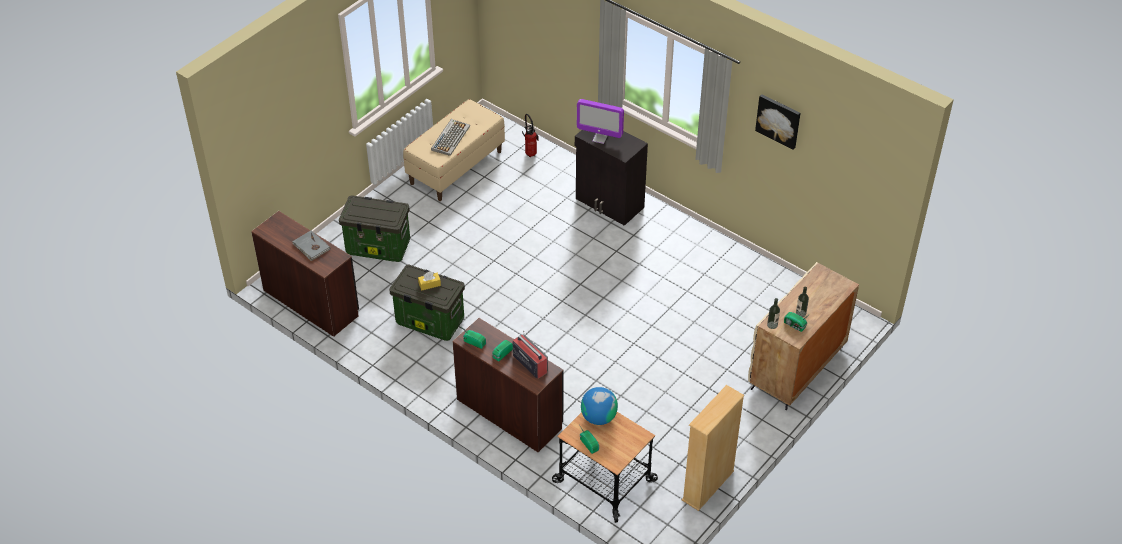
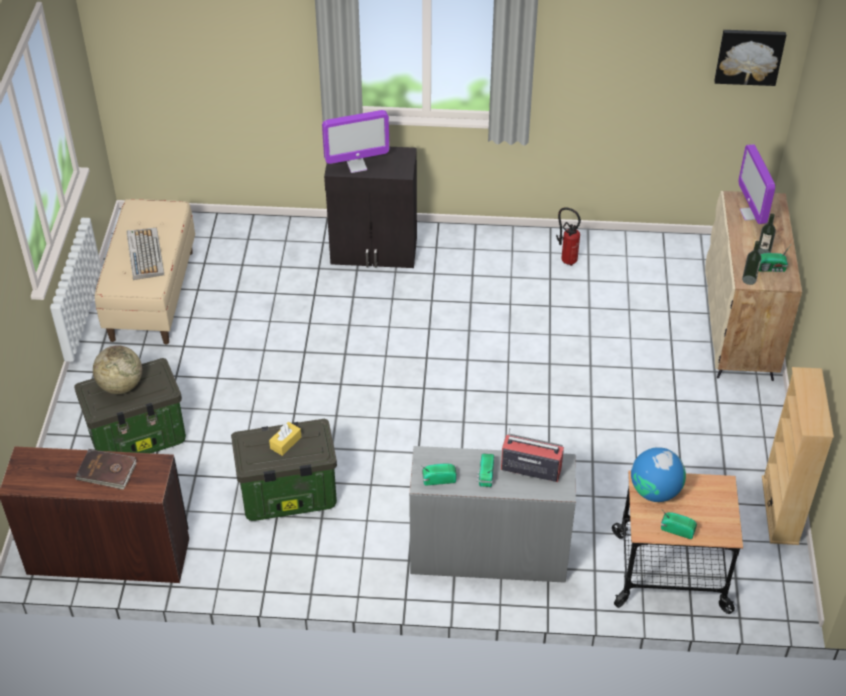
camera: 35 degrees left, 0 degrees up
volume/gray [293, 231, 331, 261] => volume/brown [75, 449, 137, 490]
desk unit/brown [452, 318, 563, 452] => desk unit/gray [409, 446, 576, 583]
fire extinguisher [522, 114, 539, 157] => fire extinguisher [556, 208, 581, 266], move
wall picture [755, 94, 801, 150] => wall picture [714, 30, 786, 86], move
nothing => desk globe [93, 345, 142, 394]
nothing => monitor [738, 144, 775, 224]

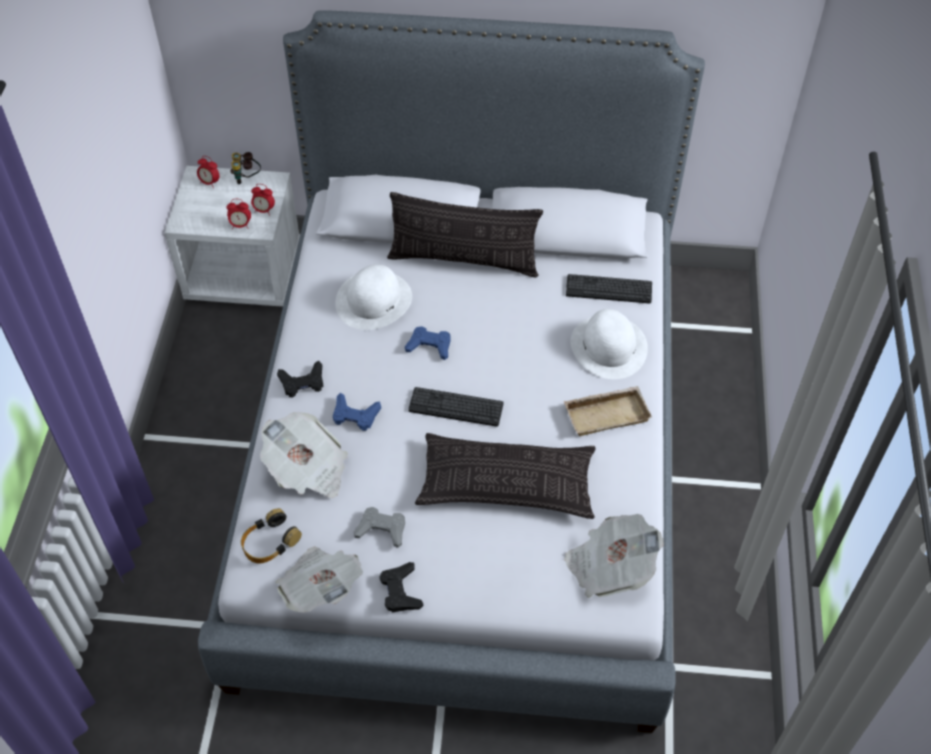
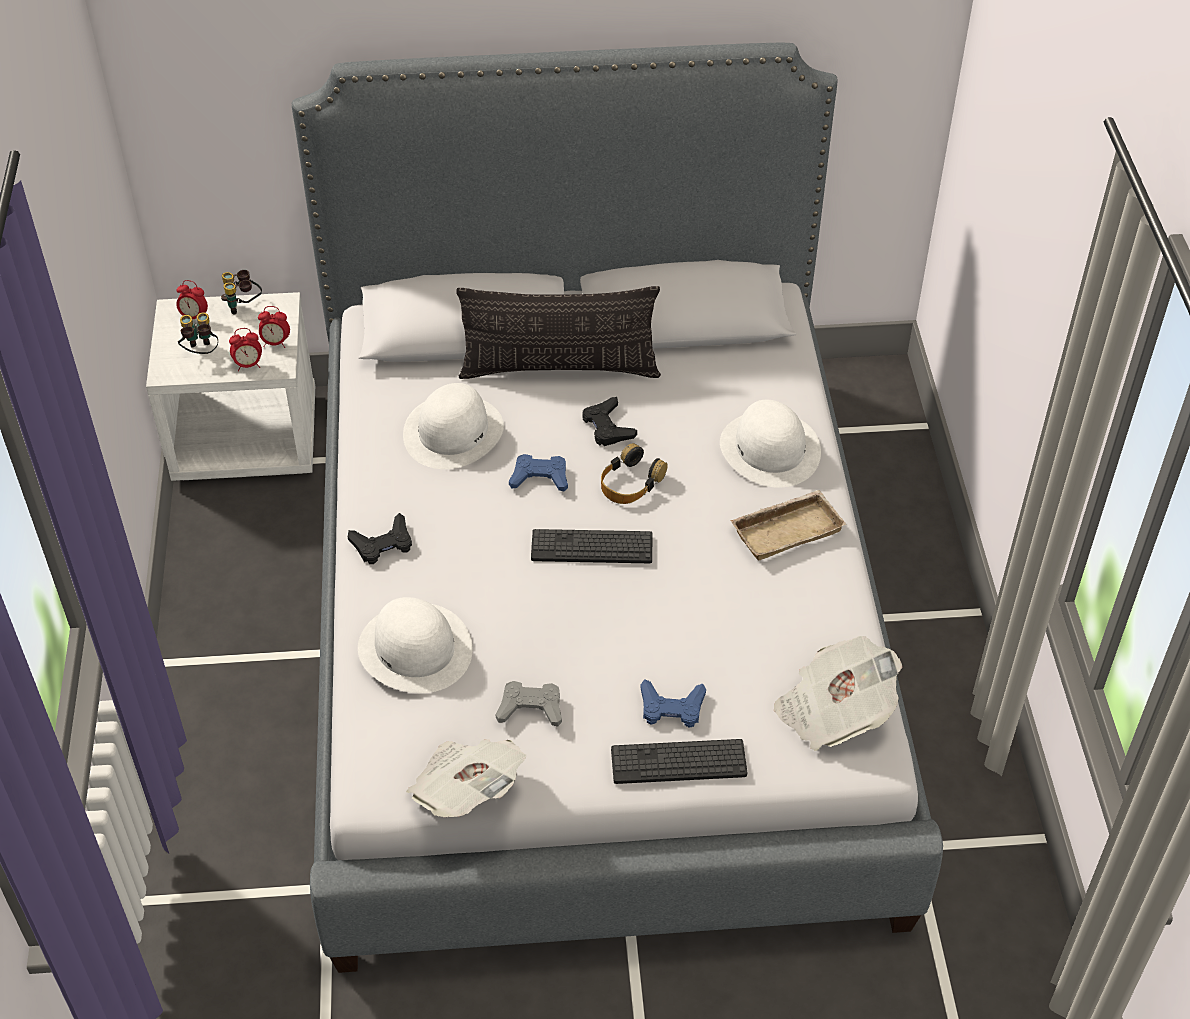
camera: 10 degrees left, 5 degrees down
headphones [241, 508, 302, 564] => headphones [601, 443, 668, 504], move
newspaper [260, 412, 348, 498] => hat/white-coloured [358, 597, 473, 693]
game controller/blue-coloured [333, 393, 381, 431] => game controller/blue-coloured [640, 679, 706, 728], move
game controller/blackish [379, 562, 423, 612] => game controller/blackish [582, 397, 637, 446], move
throw pillow [415, 433, 596, 519] => nothing
computer keyboard [566, 274, 652, 304] => computer keyboard [611, 739, 747, 784], move
nothing => field glasses [178, 312, 218, 354]

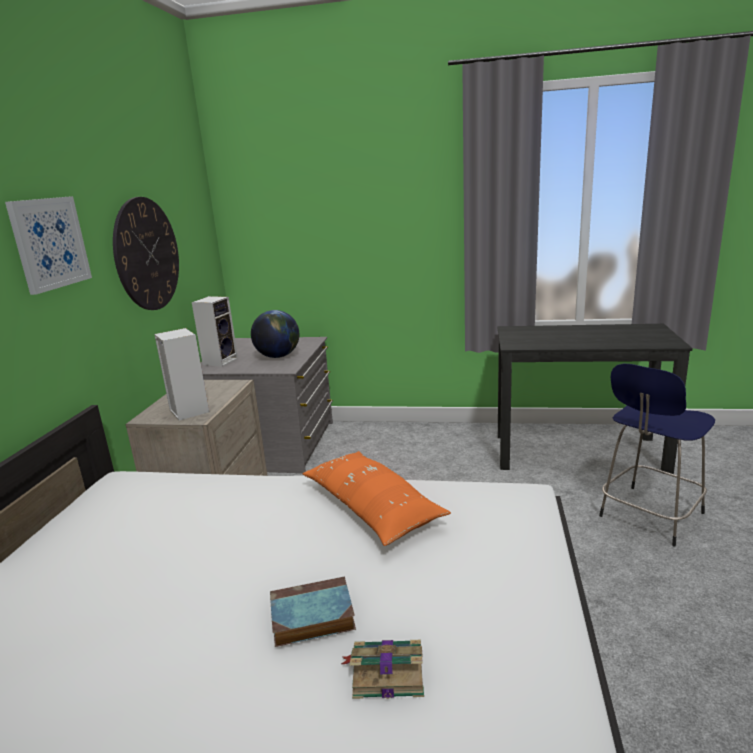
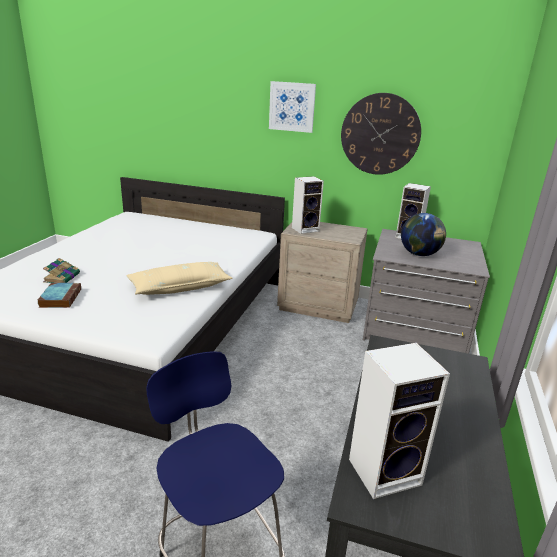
camera: 95 degrees right, 5 degrees up
volume [270, 577, 356, 647] => volume [38, 283, 81, 308], move
throw pillow/orange-coloured [302, 451, 451, 546] => throw pillow/beige [126, 262, 233, 295]
nothing => audio speaker [349, 343, 450, 499]

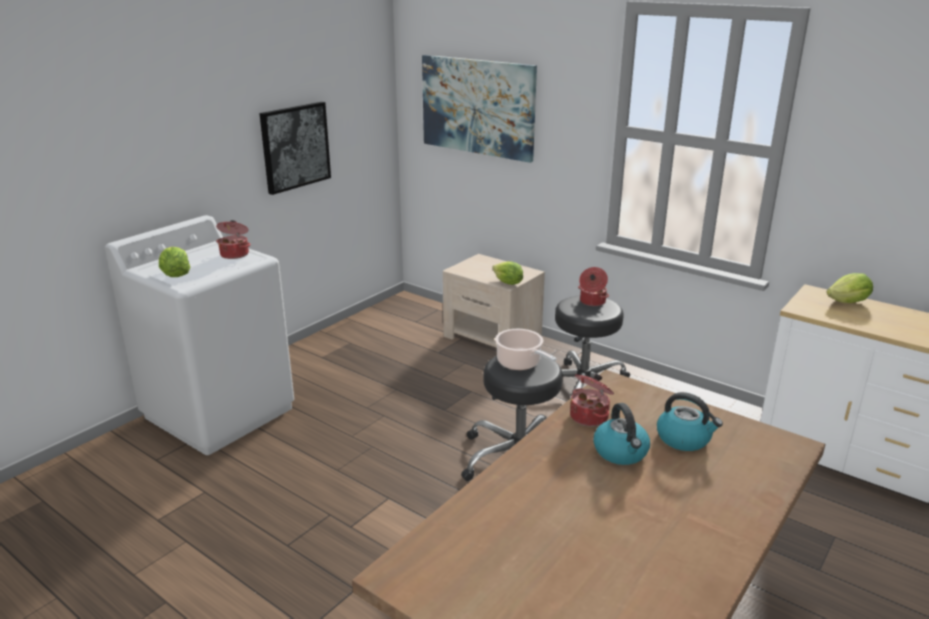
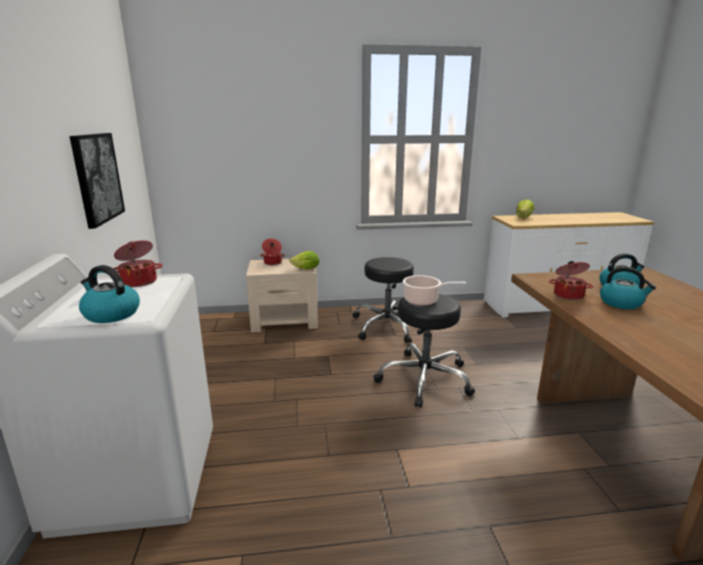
camera: 45 degrees left, 5 degrees down
lettuce [159, 247, 190, 277] => tea kettle [79, 265, 140, 323]
wall picture [422, 55, 537, 163] => nothing
cooking pot [578, 267, 609, 306] => cooking pot [260, 238, 285, 265], move

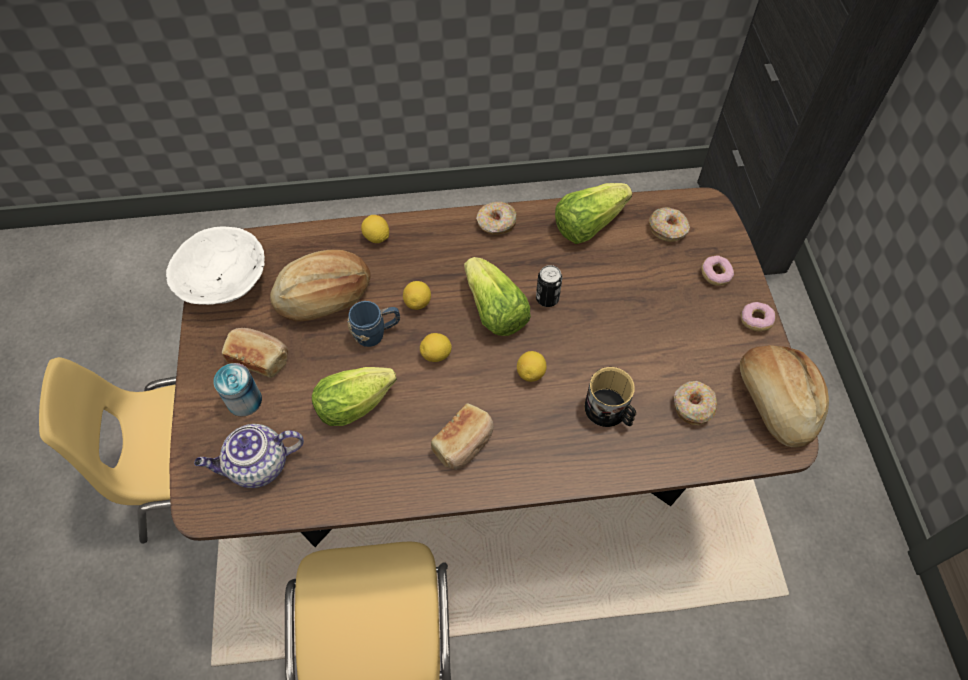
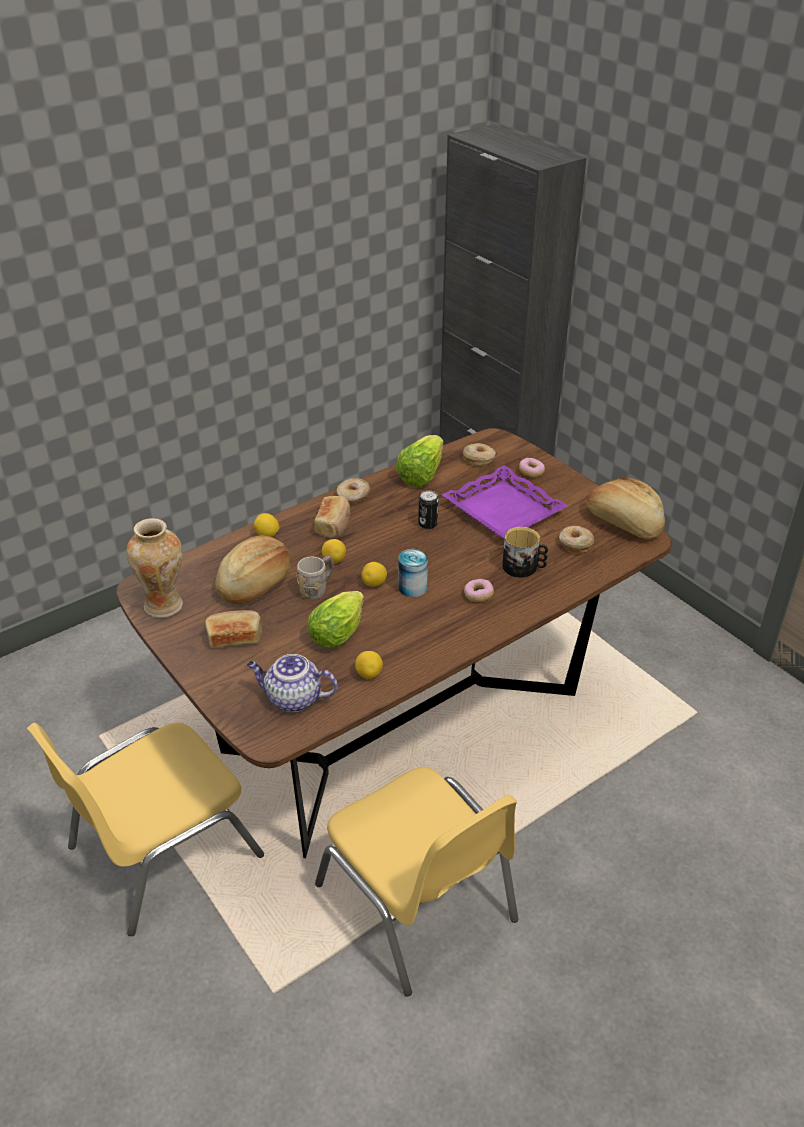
camera: 30 degrees left, 20 degrees down
bowl/white-coloured [166, 226, 265, 305] => vase [126, 518, 183, 618]
teapot [194, 424, 304, 488] => teapot [247, 654, 338, 712], 60 degrees clockwise
can [213, 363, 262, 417] => can [398, 549, 428, 597], move
tea mug/blue-coloured [348, 301, 400, 347] => tea mug/gray [297, 556, 334, 599]
bakery bread [431, 403, 494, 470] => bakery bread [314, 496, 350, 538], move
lettuce [464, 257, 531, 336] => nothing
citrus fruit [517, 351, 547, 382] => citrus fruit [355, 651, 383, 679], move
donut [741, 302, 775, 332] => donut [464, 579, 494, 602], move
nothing => tray/purple [442, 465, 568, 539]

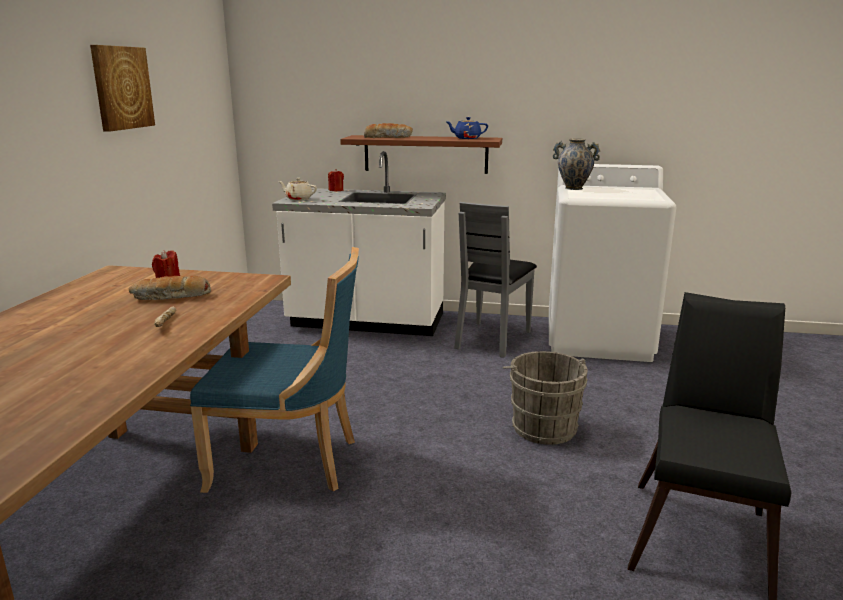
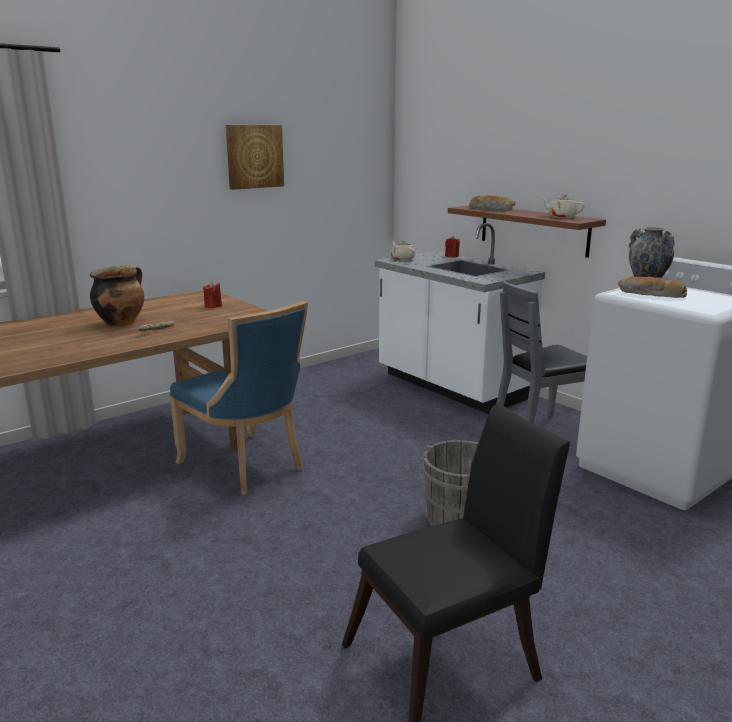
camera: 40 degrees right, 0 degrees up
bakery bread [129, 276, 211, 300] => bakery bread [618, 276, 687, 298], move
teapot/blue-coloured [446, 117, 488, 139] => teapot/beige [542, 194, 585, 218]
nothing => cooking pot [90, 265, 144, 327]

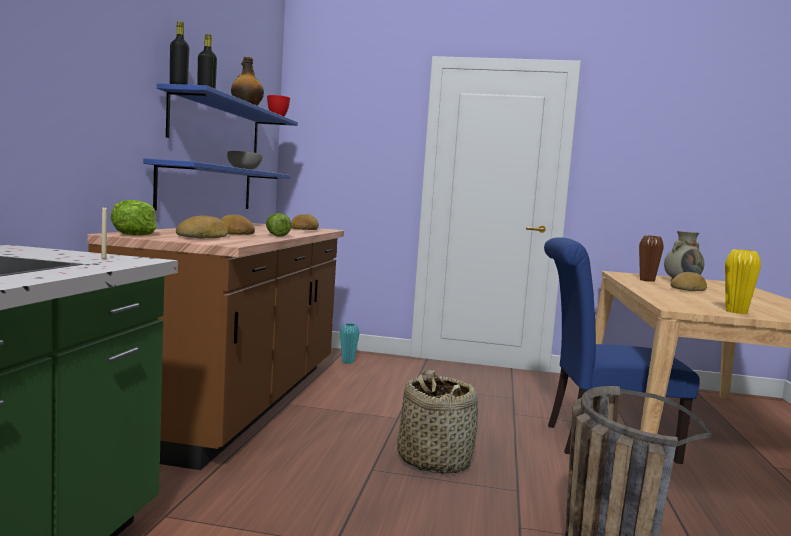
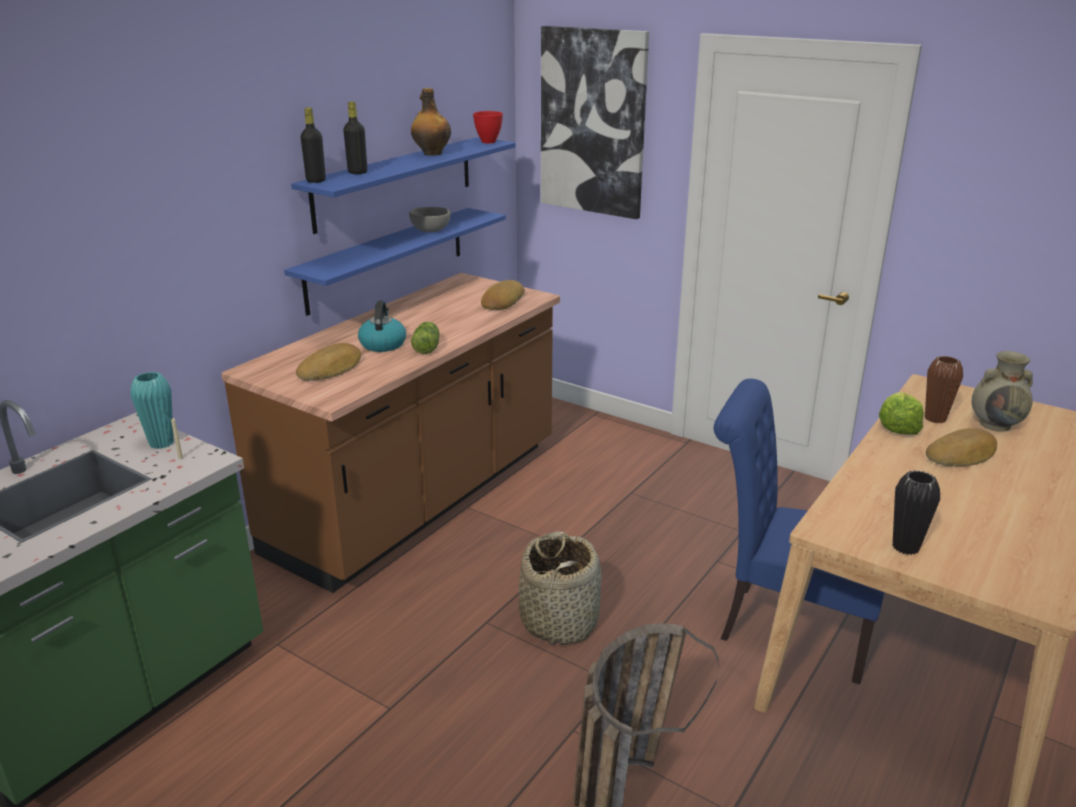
camera: 25 degrees right, 20 degrees up
lettuce [110, 200, 157, 235] => lettuce [879, 392, 924, 434], move
bakery bread [220, 214, 255, 235] => tea kettle [358, 301, 406, 352]
vase/blue-green [340, 323, 359, 364] => vase/blue-green [130, 372, 174, 449], move
vase/yellow [725, 249, 761, 314] => vase/blackish [893, 470, 940, 555]
nothing => wall picture [541, 26, 649, 219]

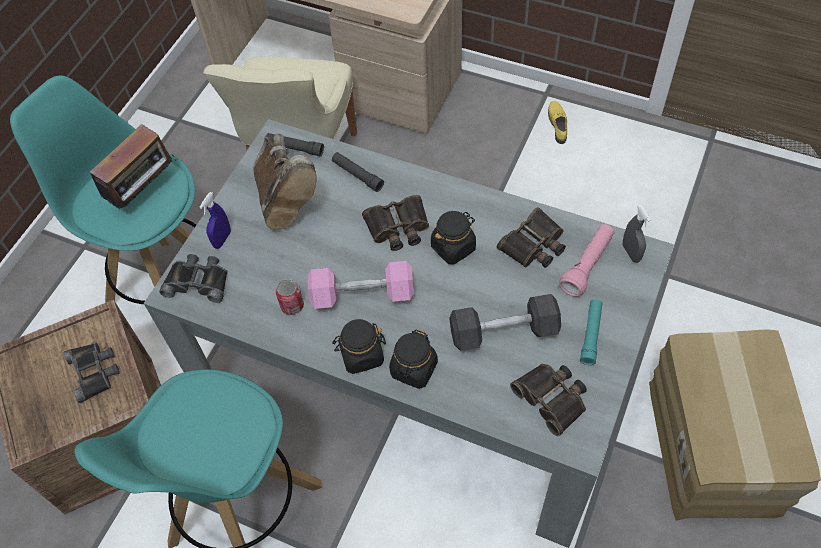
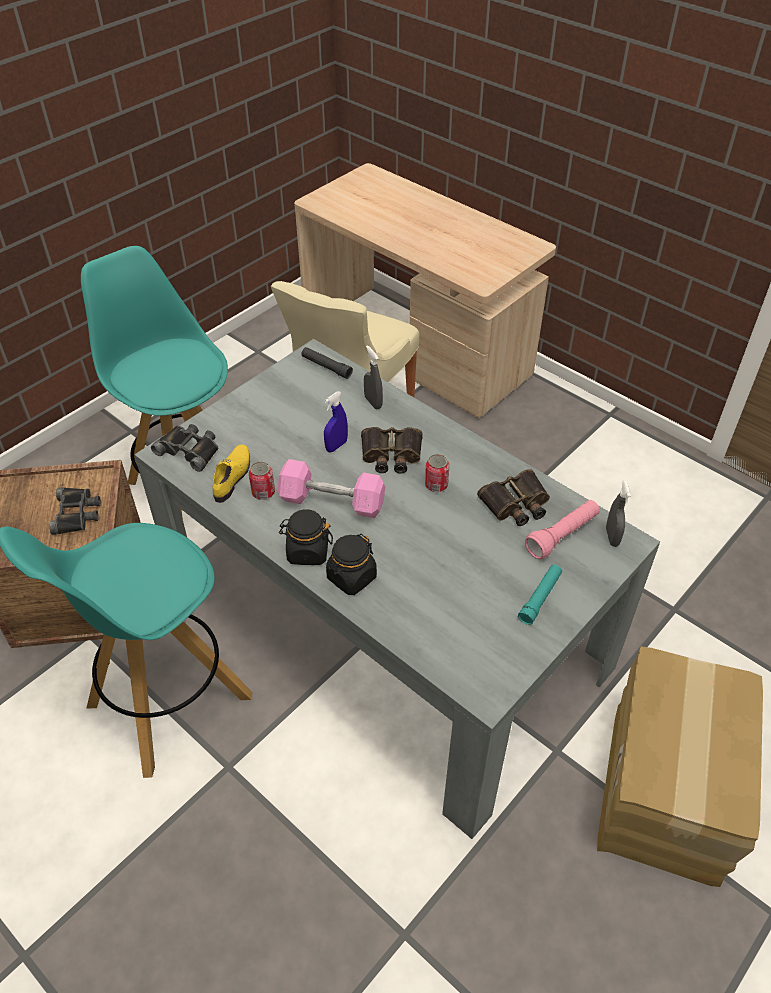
camera: 15 degrees right, 10 degrees down
radio [90, 124, 177, 209] => nothing
spray bottle/blue-coloured [199, 192, 231, 249] => spray bottle/blue-coloured [324, 392, 348, 453], move
tall boot/brown [253, 134, 317, 230] => nothing
flashlight/blackish [332, 152, 384, 192] => spray bottle/gray [364, 345, 383, 409]
preserve jar/blackish [431, 211, 476, 265] => can [425, 454, 450, 492]
dumbbell/gray [449, 294, 561, 351] => nothing
field glasses [510, 364, 587, 437] => nothing
item of footwear/yellow [548, 101, 567, 144] => item of footwear/yellow [212, 445, 250, 503], move

